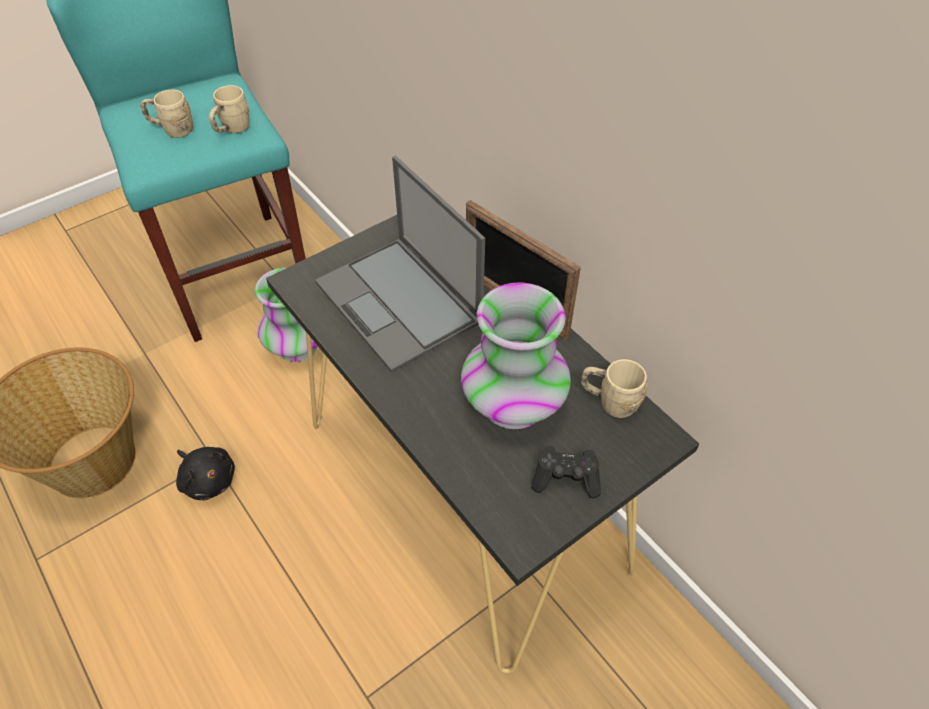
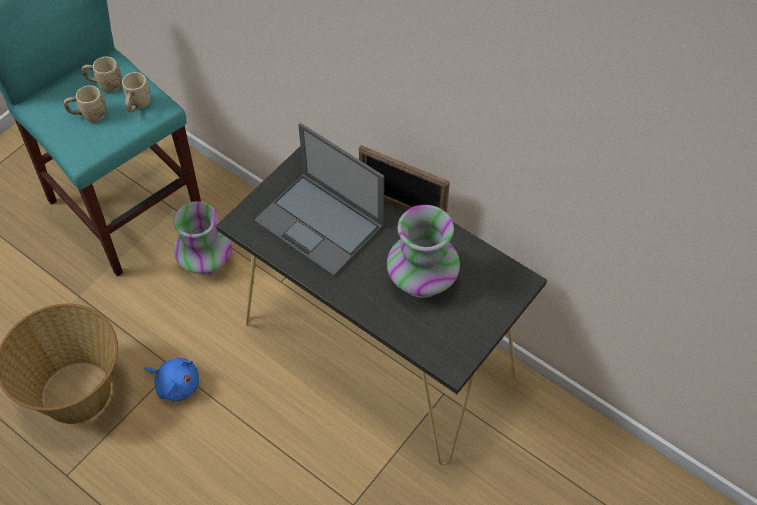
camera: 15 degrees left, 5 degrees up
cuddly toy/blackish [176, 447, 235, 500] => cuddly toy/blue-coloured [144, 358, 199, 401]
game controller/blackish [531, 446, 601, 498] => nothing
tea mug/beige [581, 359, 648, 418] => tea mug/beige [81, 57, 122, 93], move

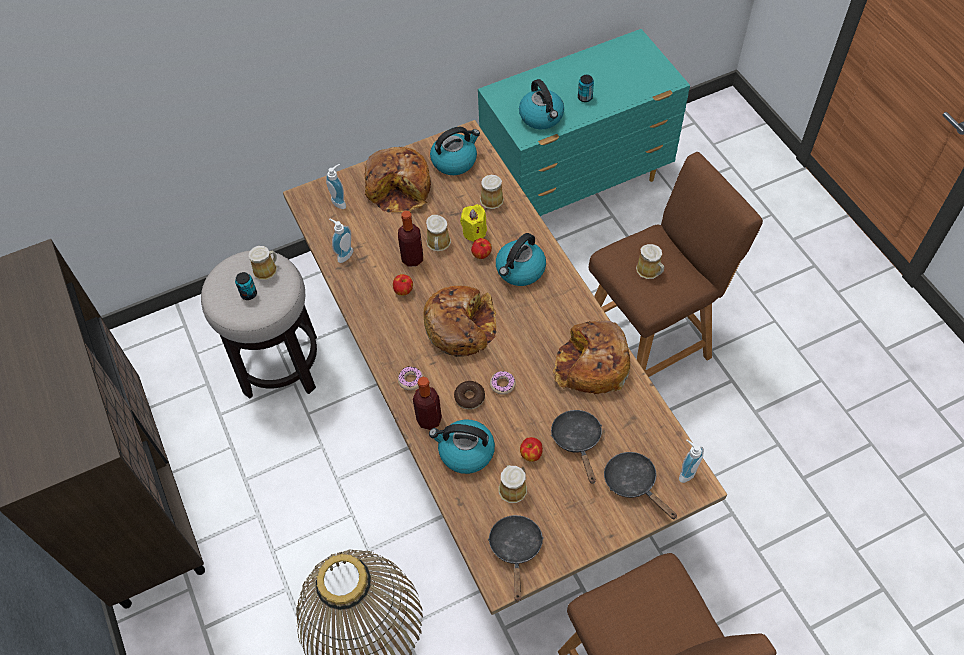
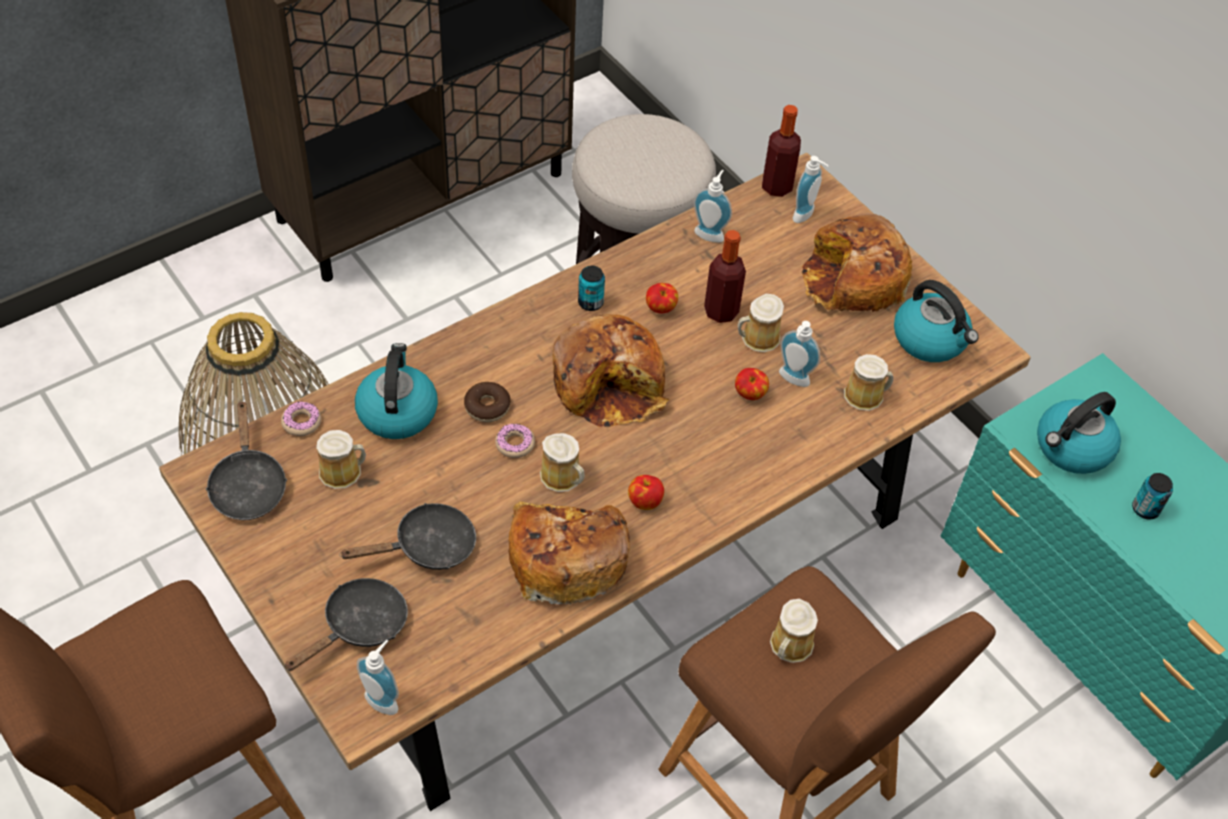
camera: 75 degrees right, 5 degrees down
can [235, 272, 257, 300] => can [578, 265, 605, 311], move
tea mug [248, 246, 277, 280] => tea mug [540, 433, 585, 492], move
donut [398, 366, 423, 390] => donut [281, 402, 321, 436], move
bottle [413, 377, 442, 430] => bottle [762, 105, 801, 197], move
wax light/yellow [460, 204, 487, 242] => soap dispenser [779, 321, 820, 387]
frying pan/blackish [488, 515, 544, 602] => frying pan/blackish [206, 400, 287, 520], 90 degrees clockwise
tea kettle [496, 233, 546, 286] => nothing
whole apple [520, 437, 543, 462] => whole apple [628, 475, 664, 510], move

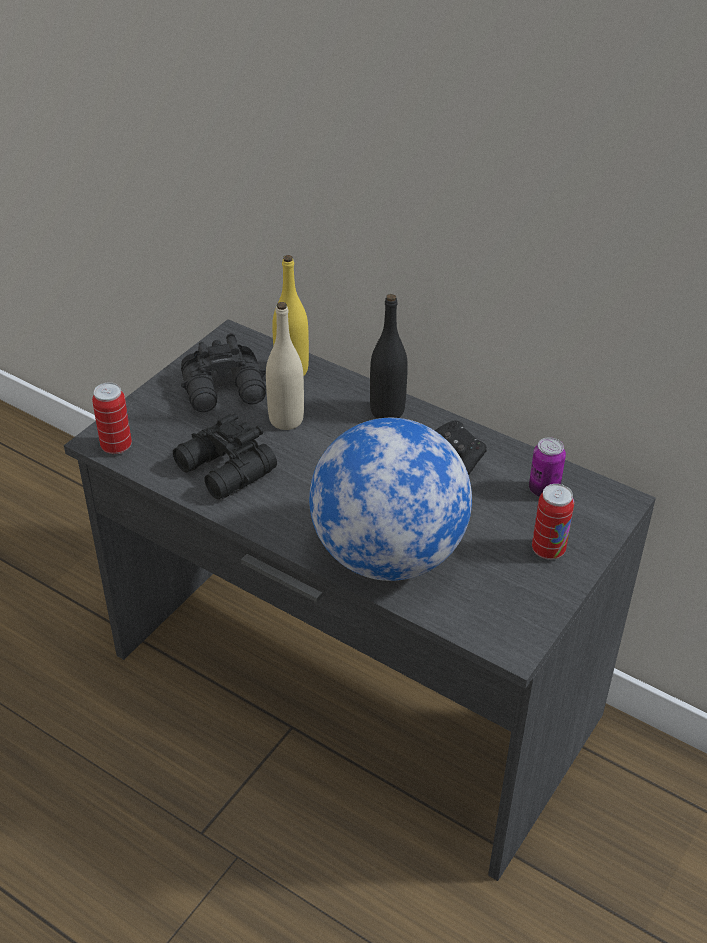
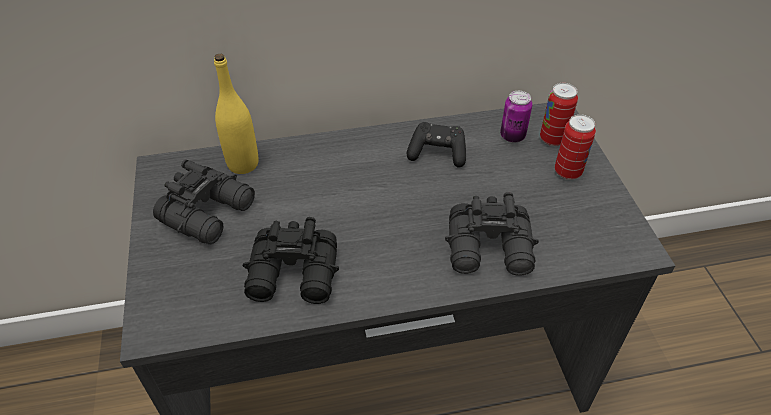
camera: 45 degrees left, 5 degrees up
can [92, 383, 132, 454] => can [540, 83, 578, 146], move
bottle/beige [266, 302, 304, 430] => nothing
desk globe [309, 418, 472, 581] => field glasses/blackish [445, 192, 539, 276]
bottle/blackish [370, 294, 408, 419] => nothing

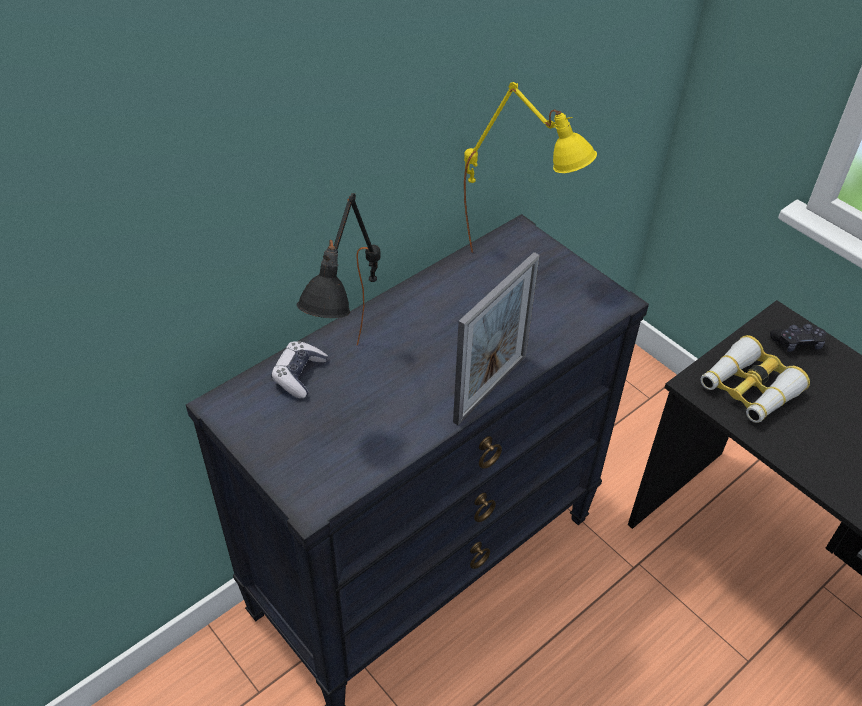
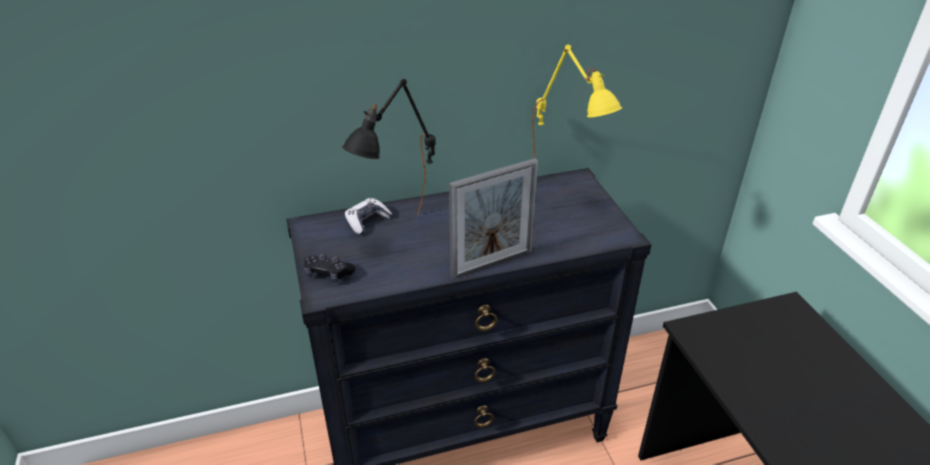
camera: 25 degrees right, 10 degrees down
field glasses [700, 335, 810, 423] => nothing
game controller/blackish [770, 324, 827, 352] => game controller/blackish [304, 253, 355, 282], move

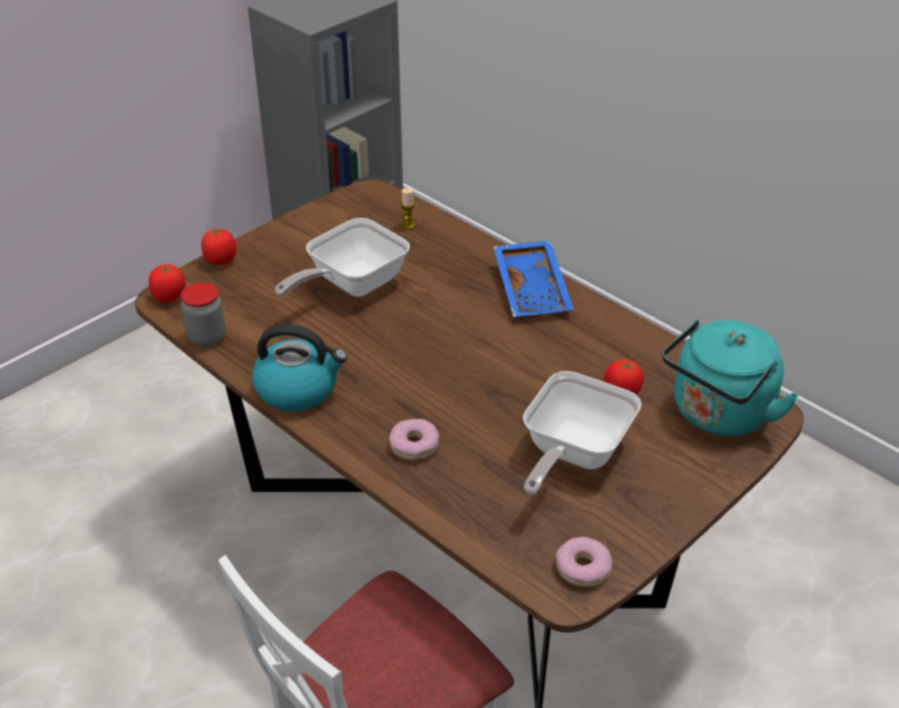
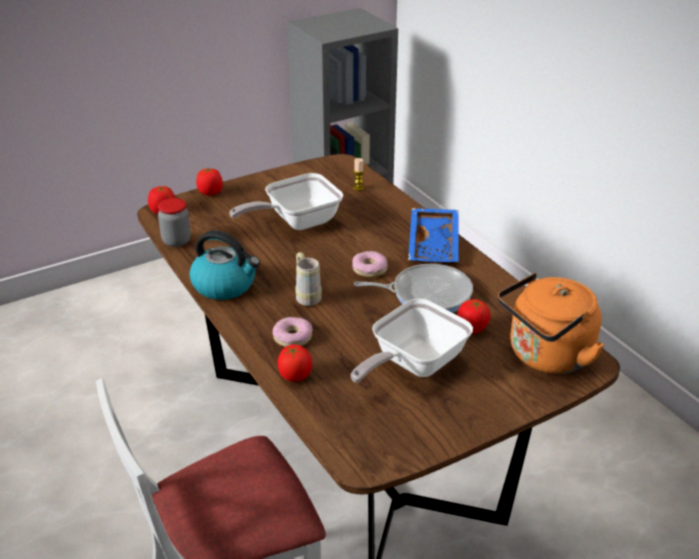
camera: 15 degrees right, 5 degrees down
donut [556, 537, 613, 587] => donut [352, 251, 388, 277], move
tea kettle/blue-green [662, 320, 799, 436] => tea kettle/orange-coloured [498, 273, 604, 374]
nothing => whole tomato [277, 344, 312, 382]
nothing => tea mug/beige [296, 252, 322, 306]
nothing => frying pan [353, 264, 473, 313]

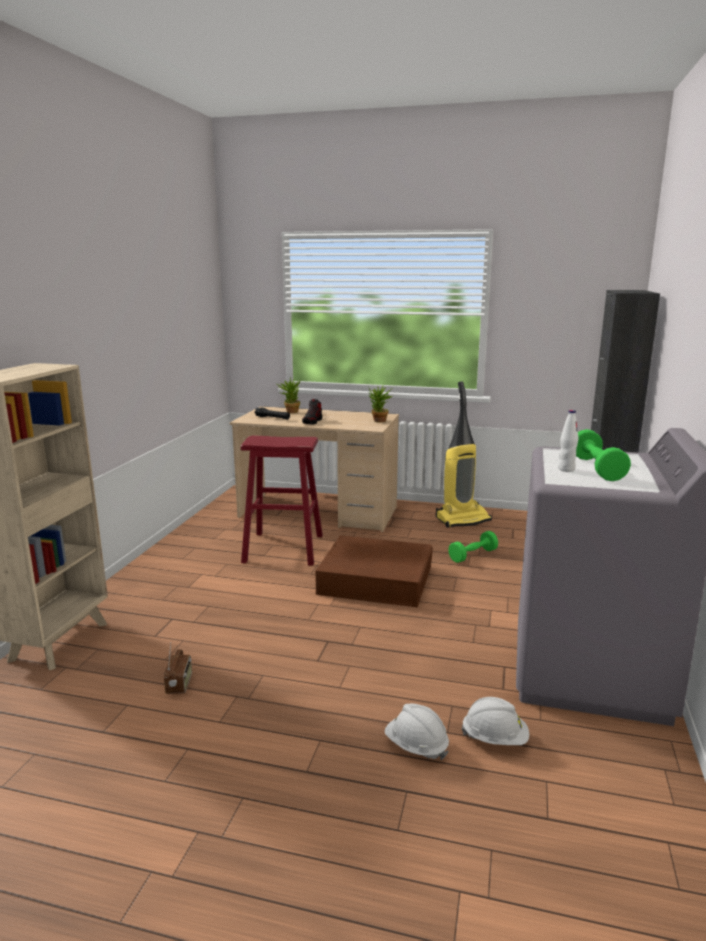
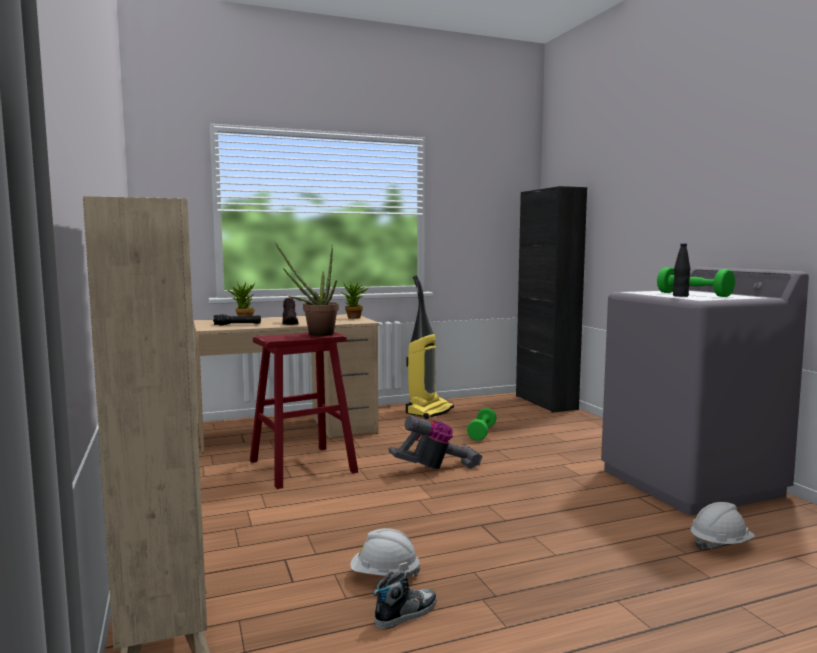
camera: 35 degrees left, 10 degrees down
radio [164, 642, 192, 694] => item of footwear [373, 571, 437, 630]
storage box/brown [315, 535, 433, 607] => vacuum [388, 415, 482, 469]
safety helmet/white-coloured [385, 704, 449, 760] => safety helmet/white-coloured [350, 528, 420, 577], move
bottle/white-coloured [558, 410, 579, 472] => bottle/blackish [673, 243, 690, 297]
nothing => houseplant [275, 242, 339, 336]

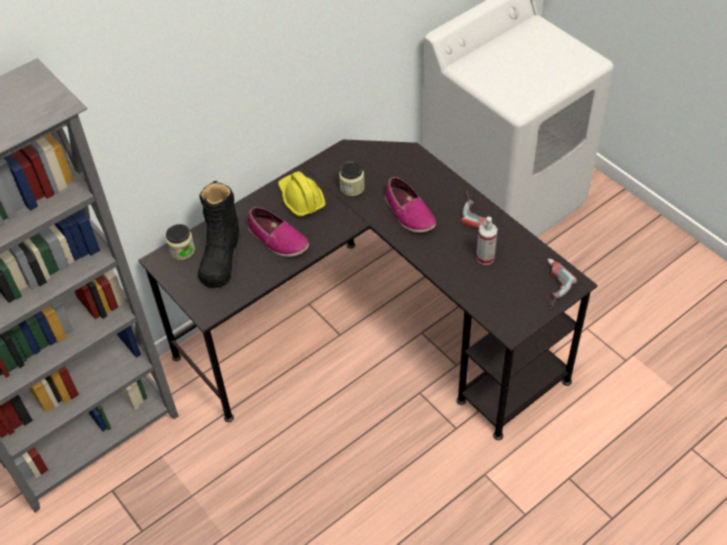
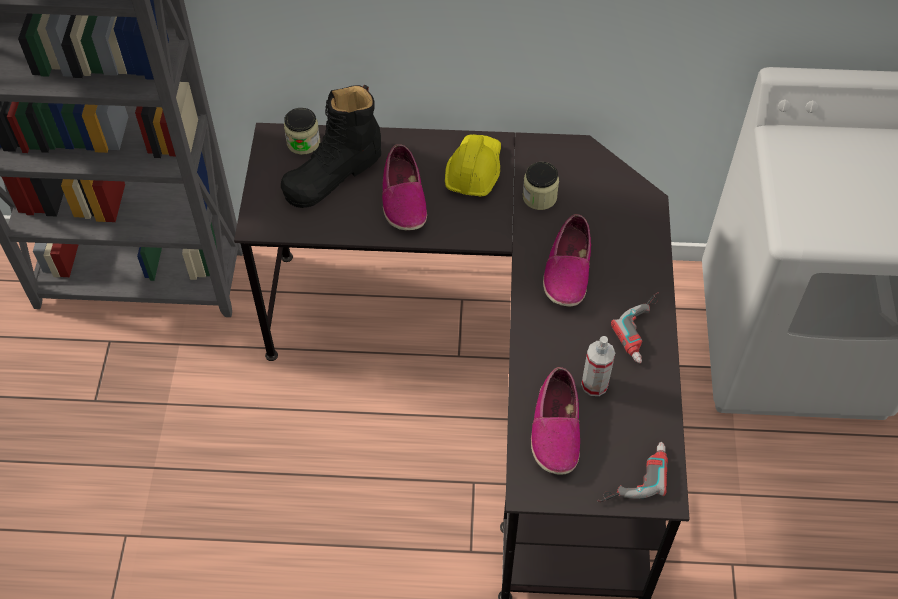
camera: 40 degrees right, 5 degrees up
nothing => item of footwear [531, 367, 580, 475]

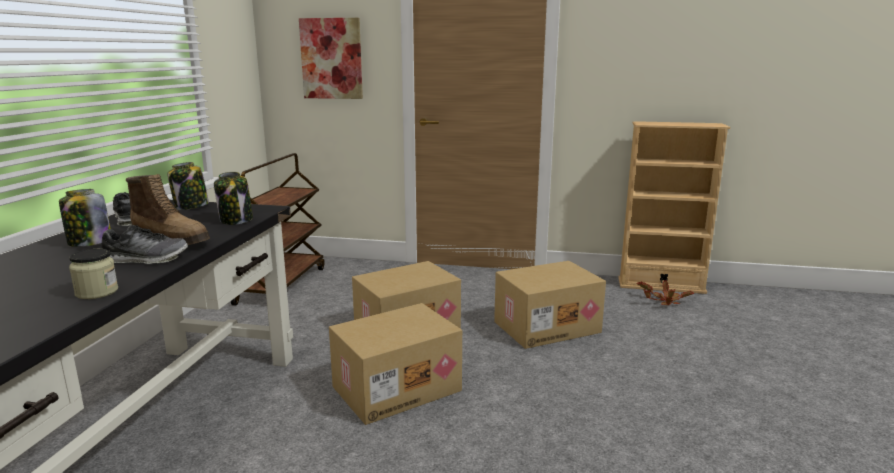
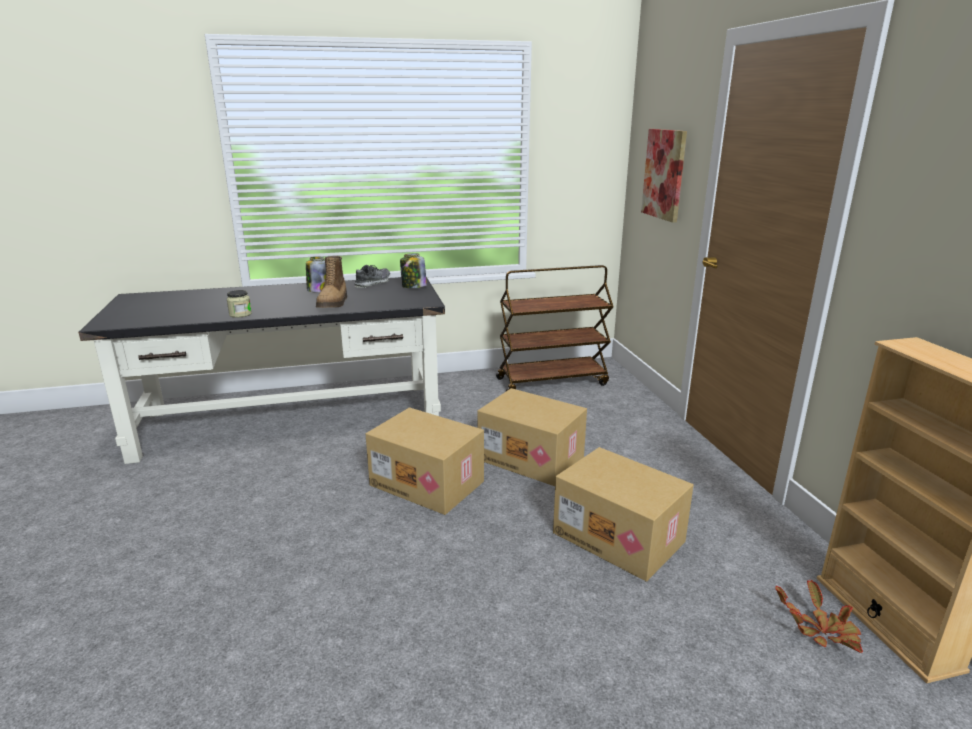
camera: 65 degrees right, 5 degrees up
item of footwear [101, 225, 188, 264] => nothing
preserve jar [214, 172, 253, 225] => nothing

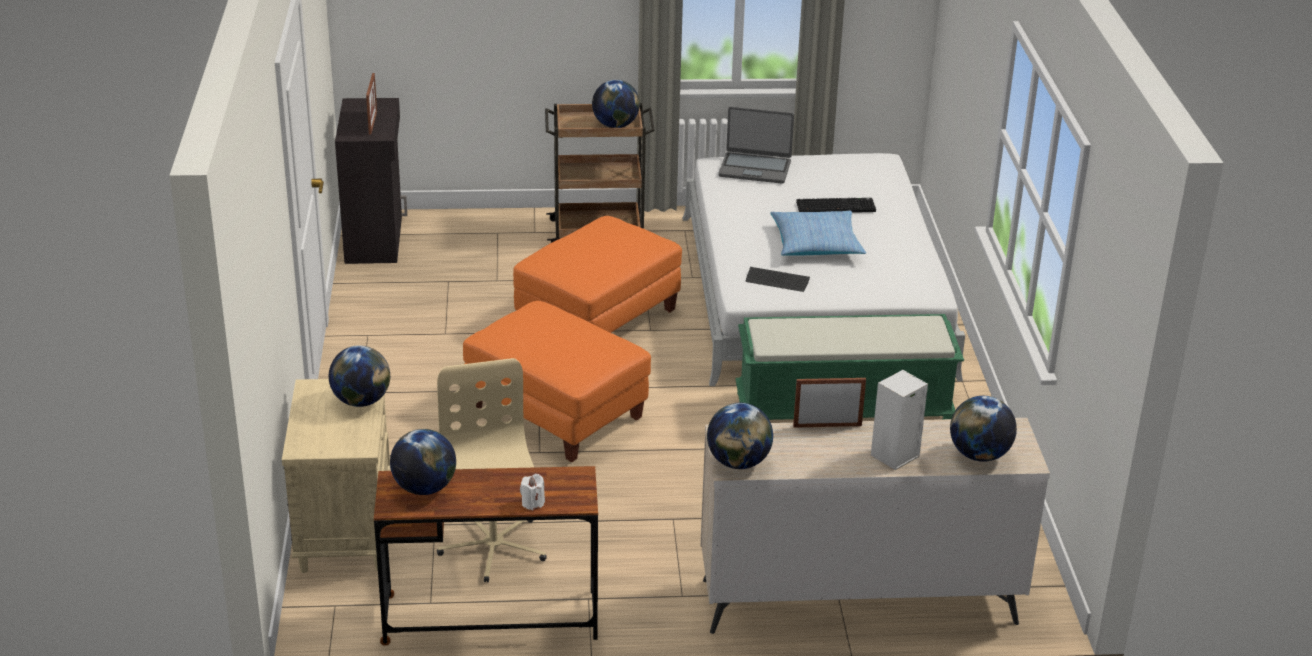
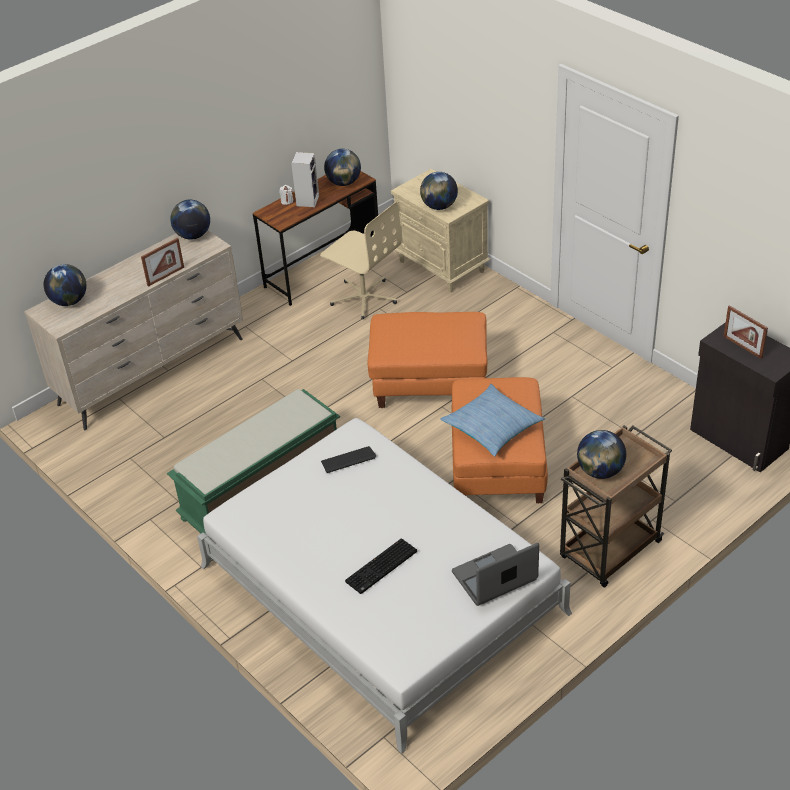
camera: 145 degrees right, 10 degrees up
throw pillow [770, 211, 866, 256] => throw pillow [440, 384, 545, 456], move
audio speaker [871, 370, 928, 470] => audio speaker [291, 152, 319, 207], move

